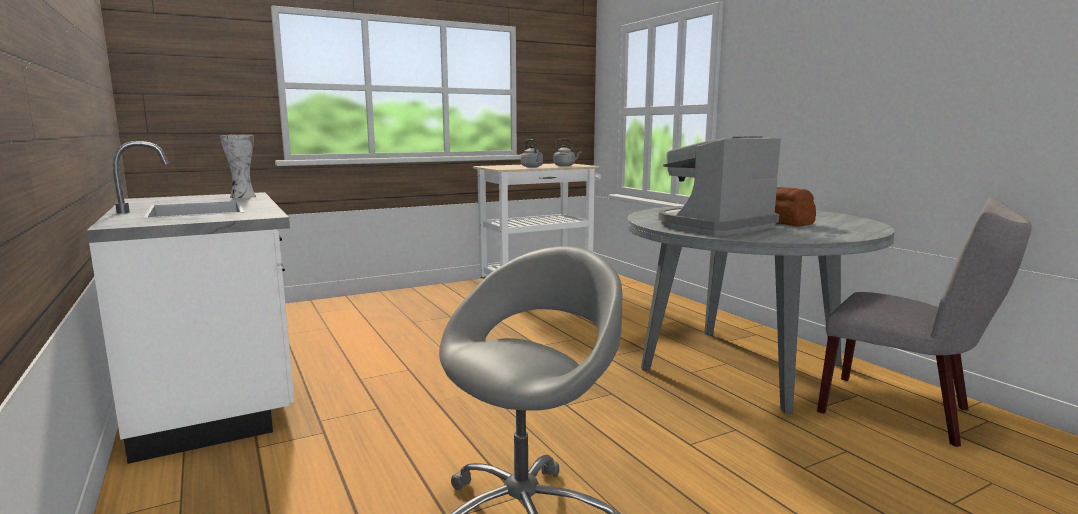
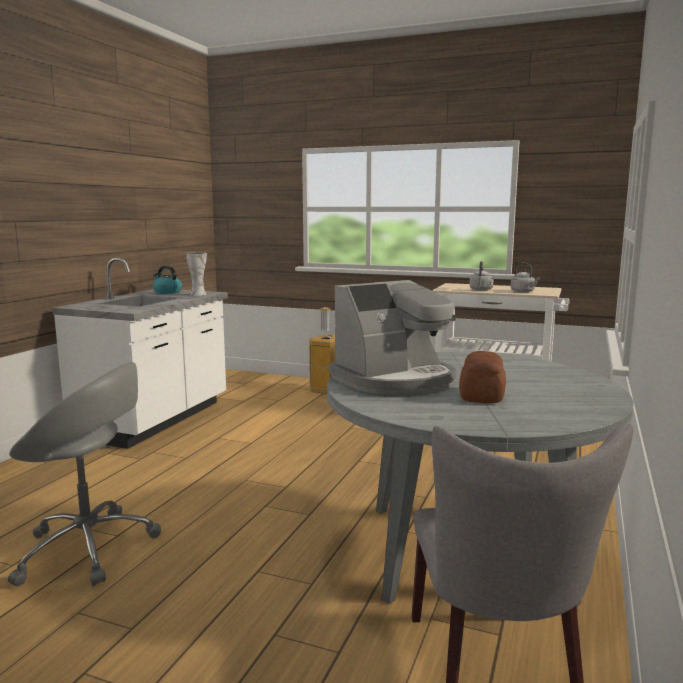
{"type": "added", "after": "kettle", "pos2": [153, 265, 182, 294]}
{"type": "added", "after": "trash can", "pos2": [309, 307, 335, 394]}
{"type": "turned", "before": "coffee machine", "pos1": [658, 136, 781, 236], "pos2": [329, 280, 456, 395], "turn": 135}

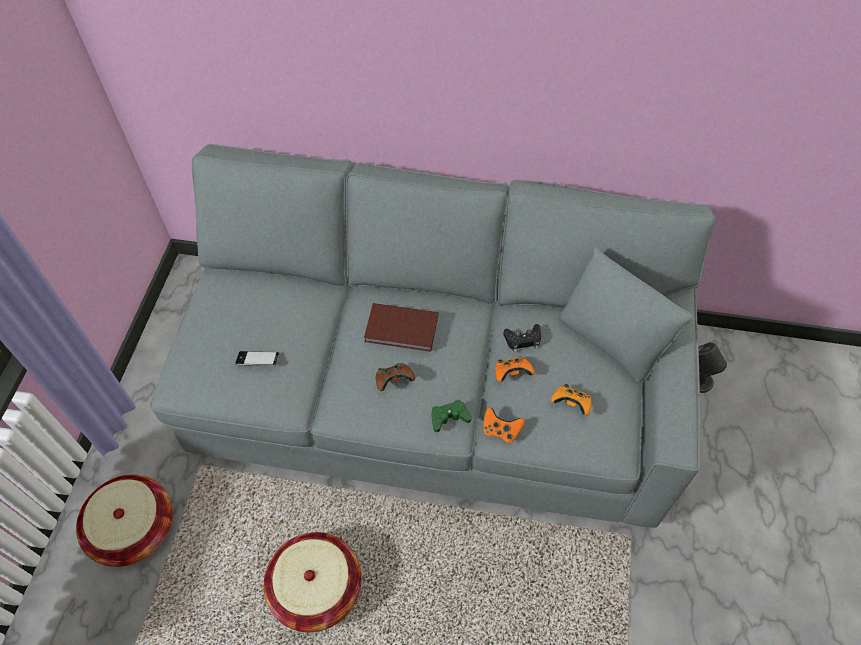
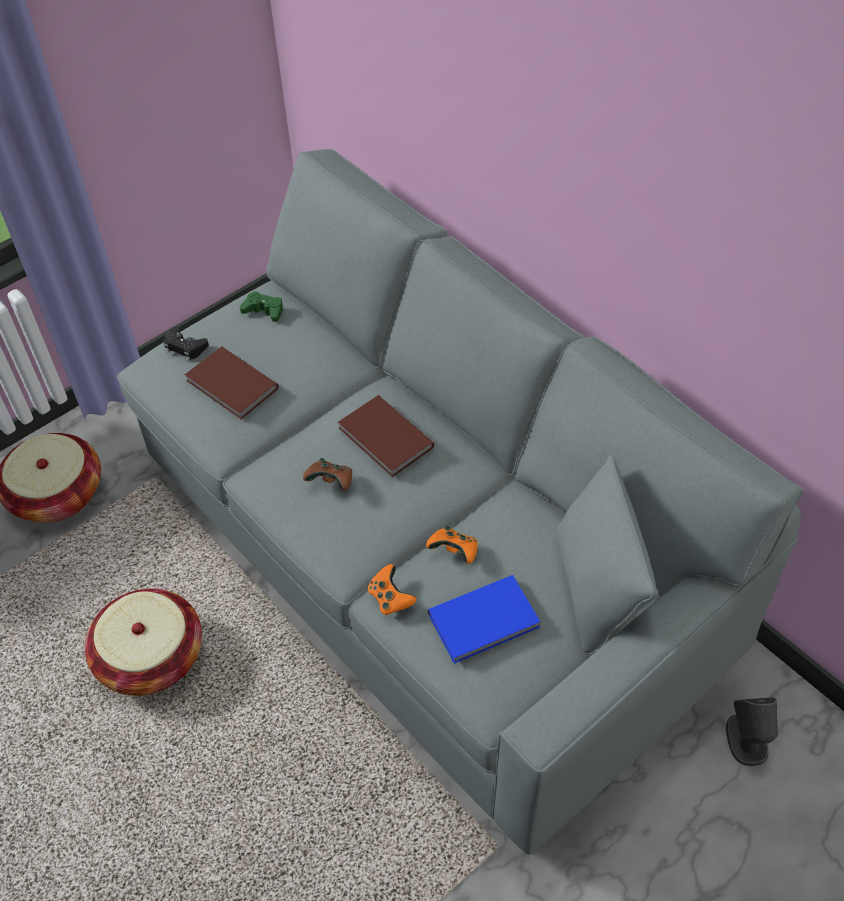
{"type": "moved", "before": "green game controller", "pos1": [432, 400, 472, 432], "pos2": [240, 291, 283, 322]}
{"type": "moved", "before": "black game controller", "pos1": [503, 324, 541, 352], "pos2": [164, 327, 209, 361]}
{"type": "replaced", "before": "phone", "after": "brown book", "pos1": [235, 351, 279, 366], "pos2": [185, 347, 279, 419]}
{"type": "replaced", "before": "orange game controller", "after": "blue book", "pos1": [551, 384, 591, 416], "pos2": [428, 575, 541, 664]}

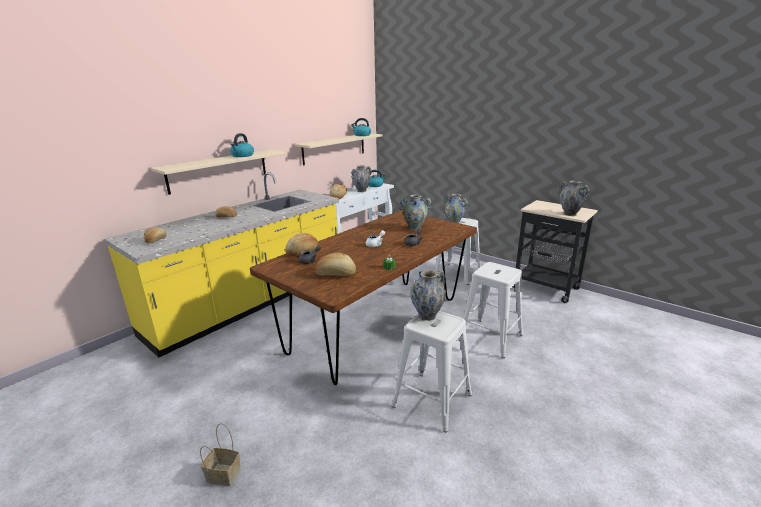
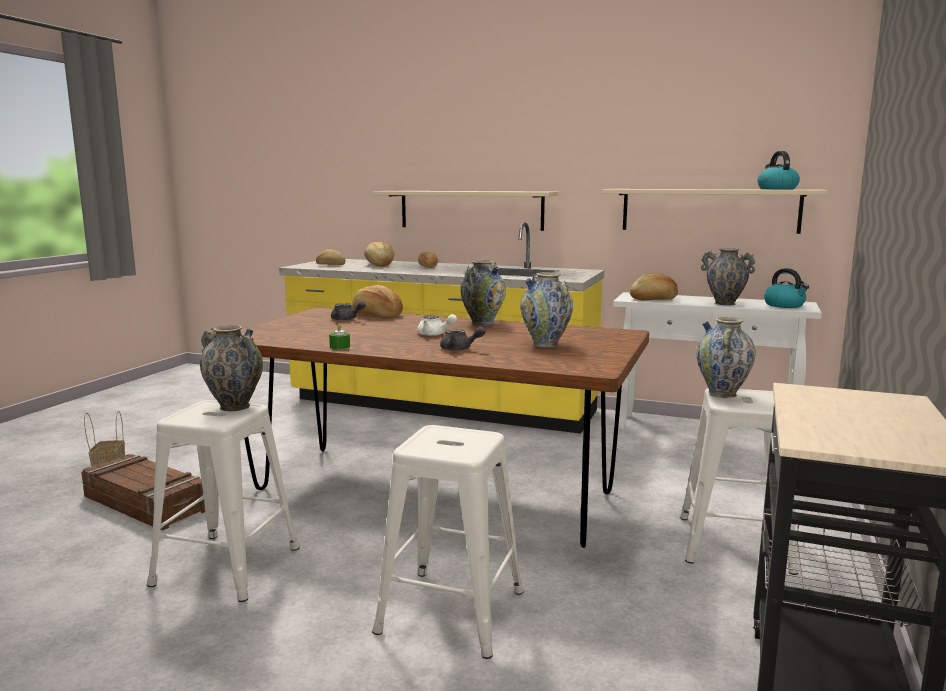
{"type": "removed", "before": "kettle", "pos1": [230, 133, 254, 157]}
{"type": "added", "after": "crate", "pos2": [81, 454, 205, 530]}
{"type": "moved", "before": "bread", "pos1": [315, 252, 356, 276], "pos2": [364, 242, 394, 267]}
{"type": "moved", "before": "vase", "pos1": [558, 181, 590, 216], "pos2": [460, 260, 506, 326]}

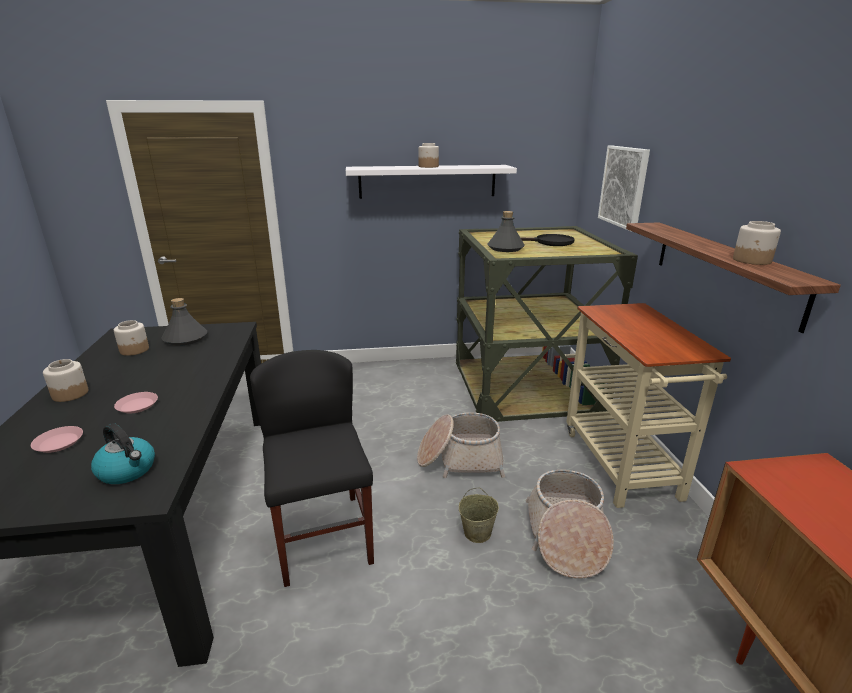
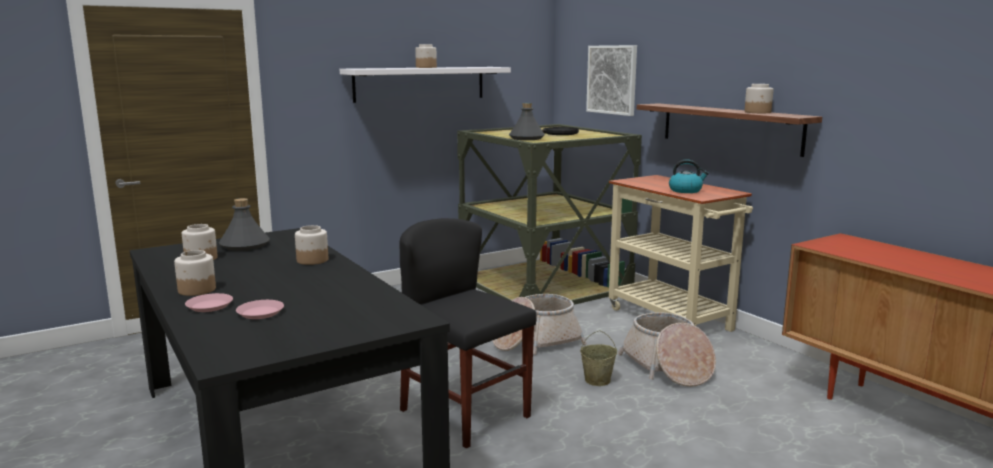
{"type": "added", "after": "jar", "pos2": [295, 225, 328, 265]}
{"type": "moved", "before": "kettle", "pos1": [91, 423, 155, 484], "pos2": [669, 160, 709, 193]}
{"type": "moved", "before": "pink plate", "pos1": [114, 392, 158, 413], "pos2": [185, 293, 233, 312]}

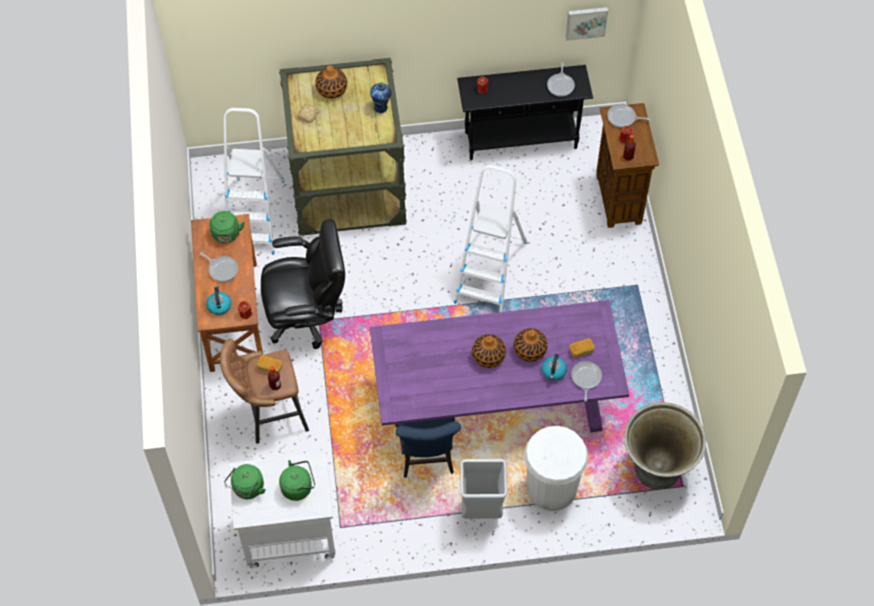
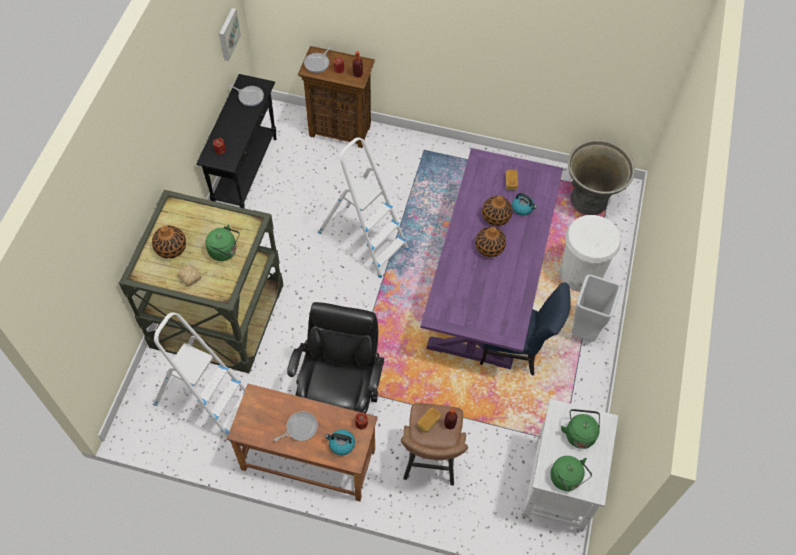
{"type": "removed", "before": "vase", "pos1": [370, 83, 392, 113]}
{"type": "removed", "before": "frying pan", "pos1": [571, 361, 602, 402]}
{"type": "moved", "before": "green kettle", "pos1": [209, 211, 245, 243], "pos2": [205, 224, 240, 261]}

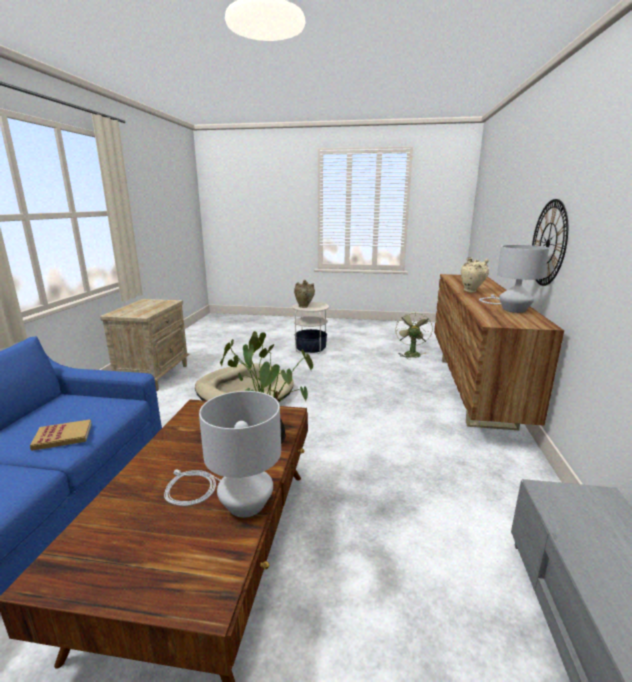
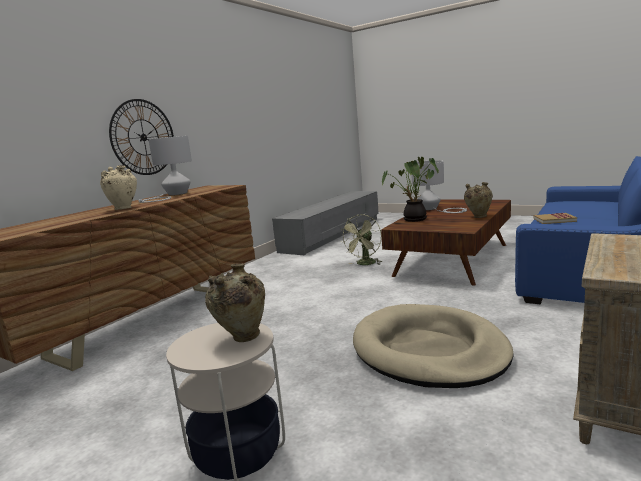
{"type": "added", "after": "beige vase", "pos2": [464, 182, 493, 218]}
{"type": "moved", "before": "green fan", "pos1": [395, 311, 433, 358], "pos2": [340, 214, 382, 265]}

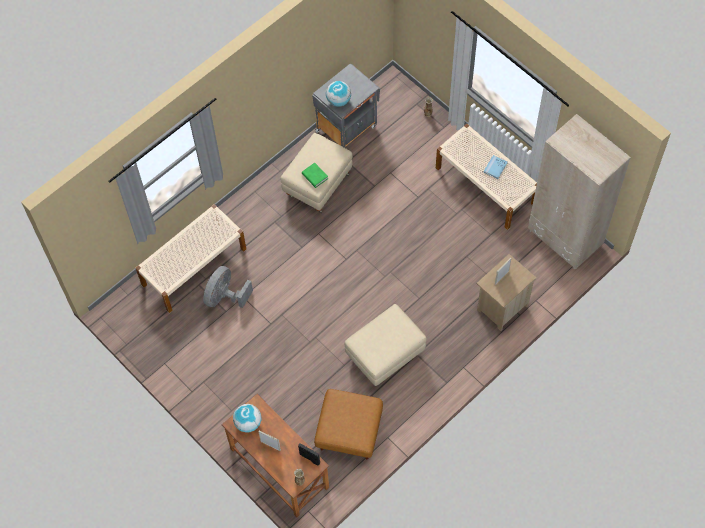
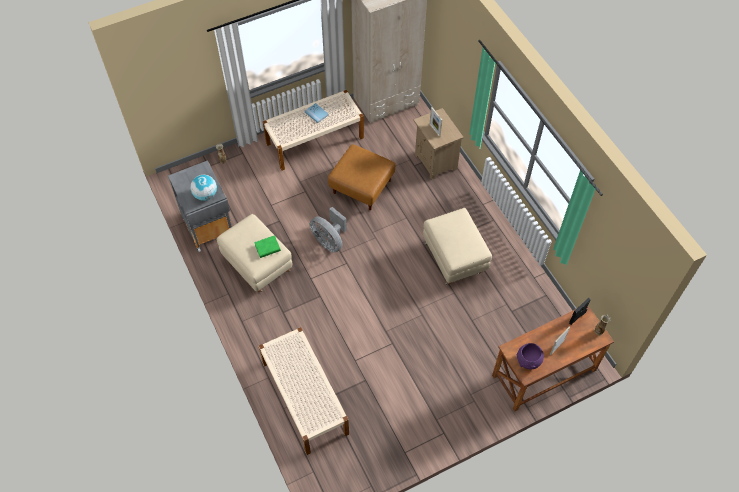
{"type": "moved", "before": "grey fan", "pos1": [203, 266, 253, 308], "pos2": [310, 207, 347, 253]}
{"type": "moved", "before": "brown ottoman", "pos1": [314, 389, 383, 460], "pos2": [328, 145, 395, 210]}
{"type": "replaced", "before": "globe", "after": "purple bowl", "pos1": [233, 404, 261, 433], "pos2": [517, 343, 544, 370]}

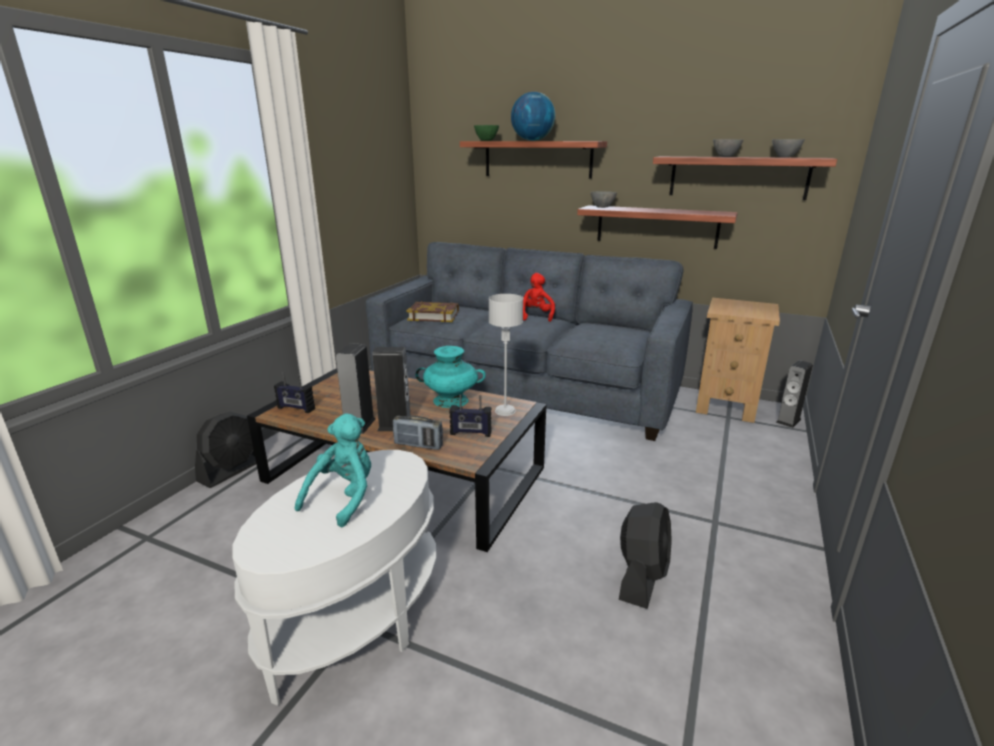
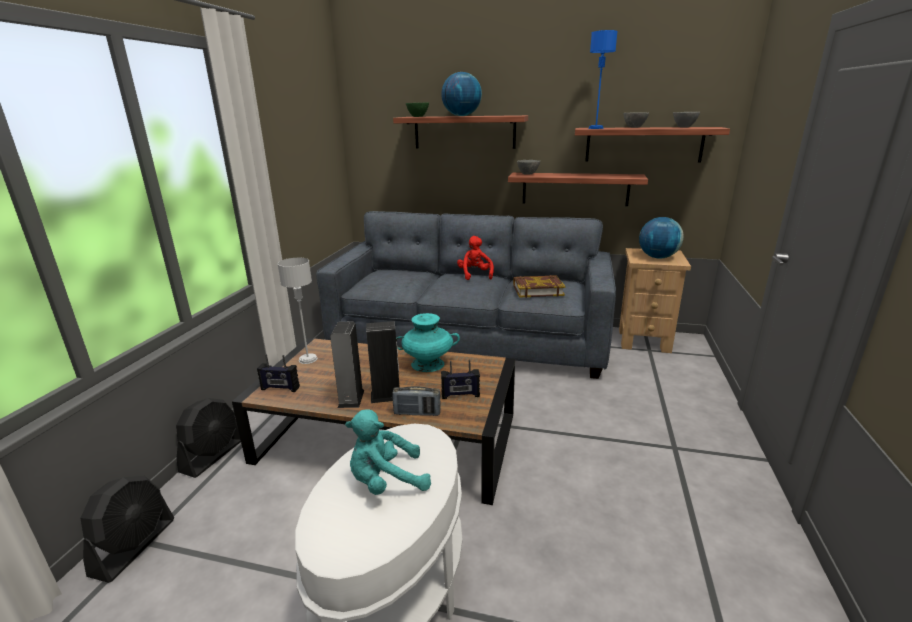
{"type": "removed", "before": "speaker", "pos1": [776, 360, 813, 428]}
{"type": "added", "after": "blue table lamp", "pos2": [588, 30, 618, 129]}
{"type": "added", "after": "globe", "pos2": [639, 217, 684, 259]}
{"type": "moved", "before": "book", "pos1": [406, 301, 459, 322], "pos2": [513, 275, 566, 298]}
{"type": "moved", "before": "grey table lamp", "pos1": [489, 294, 523, 416], "pos2": [277, 258, 318, 364]}
{"type": "moved", "before": "black fan", "pos1": [619, 502, 672, 609], "pos2": [81, 476, 174, 583]}
{"type": "turned", "before": "turquoise plush toy", "pos1": [295, 413, 371, 527], "pos2": [345, 409, 431, 495], "turn": -120}

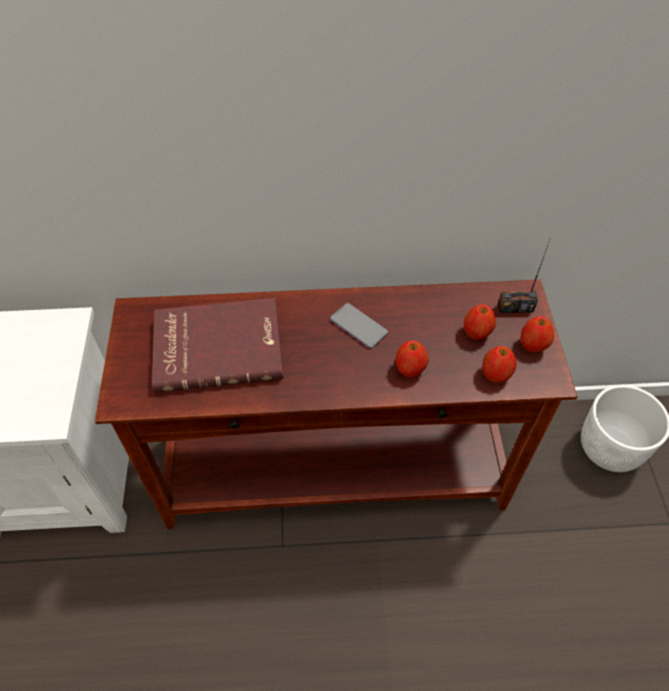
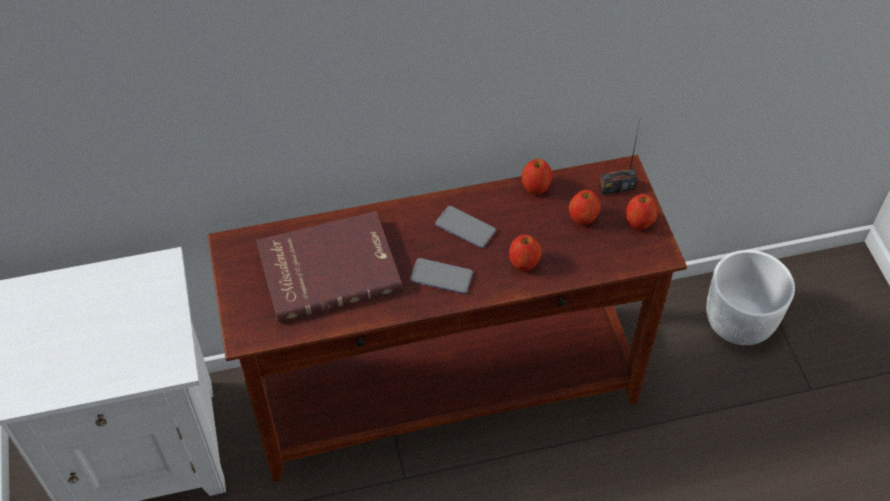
{"type": "added", "after": "phone", "pos2": [410, 258, 473, 294]}
{"type": "moved", "before": "apple", "pos1": [482, 346, 517, 383], "pos2": [522, 159, 552, 194]}

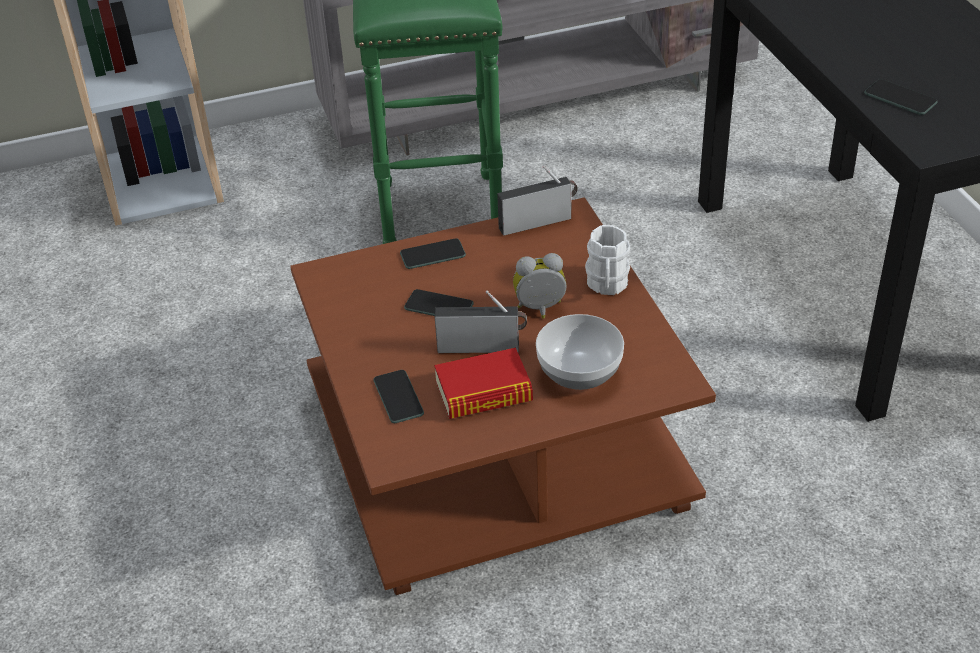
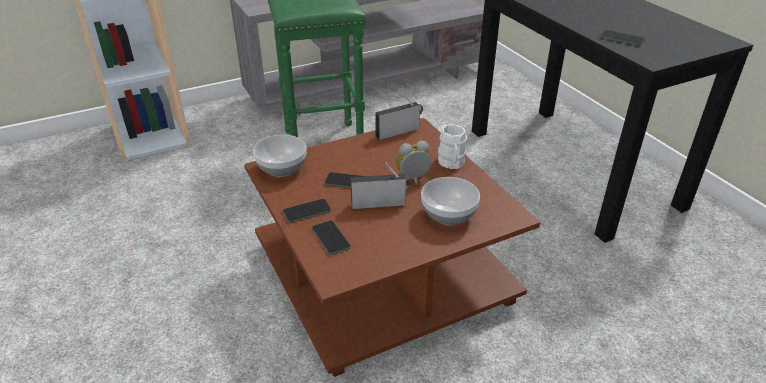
{"type": "removed", "before": "book", "pos1": [434, 348, 533, 419]}
{"type": "added", "after": "bowl", "pos2": [253, 135, 307, 177]}
{"type": "moved", "before": "phone", "pos1": [400, 238, 466, 269], "pos2": [283, 199, 331, 223]}

